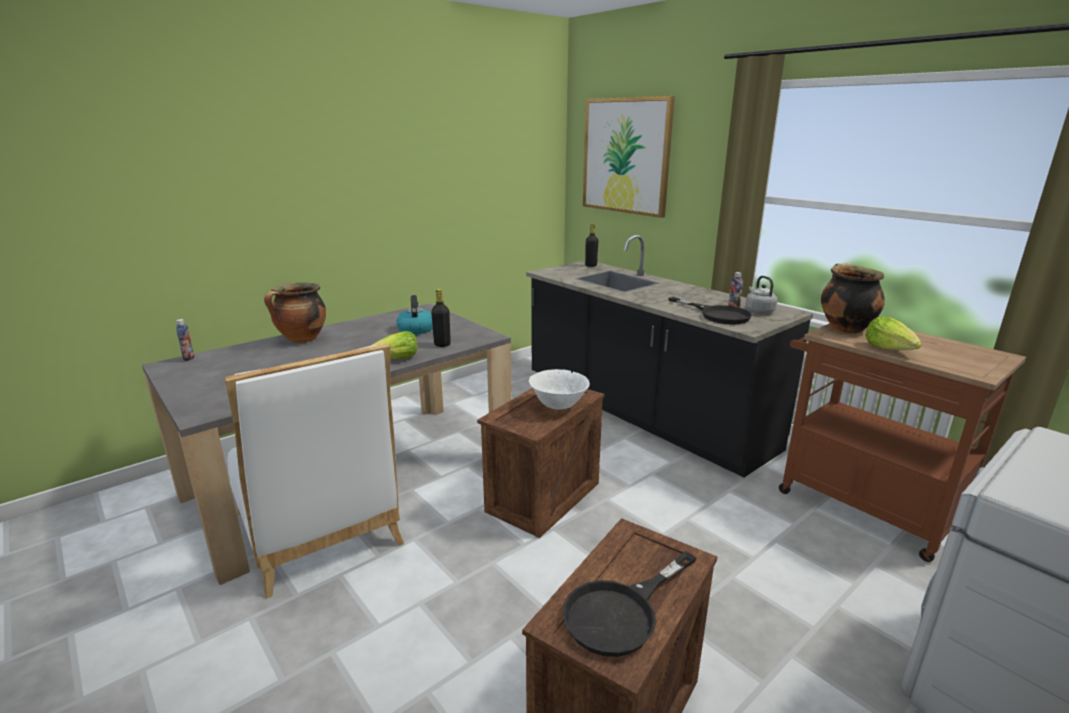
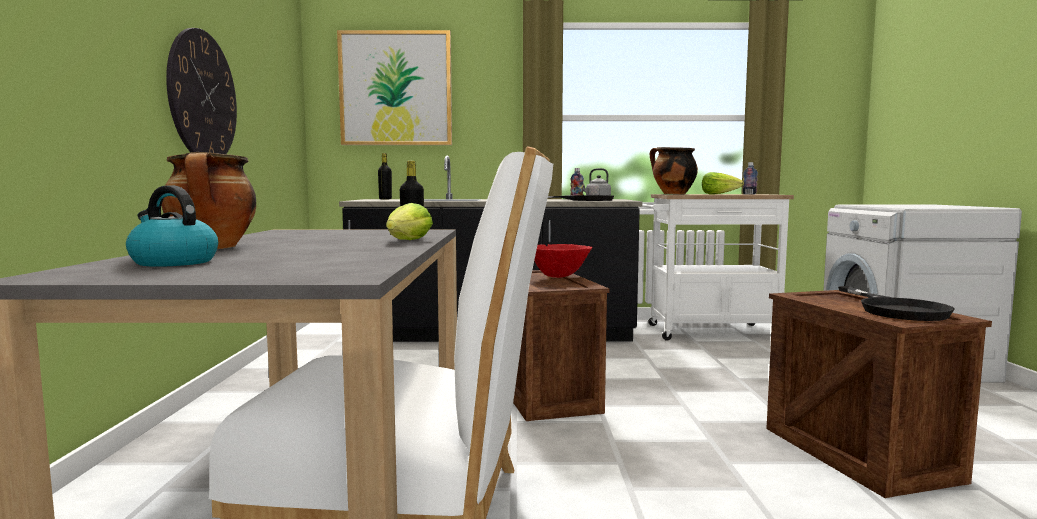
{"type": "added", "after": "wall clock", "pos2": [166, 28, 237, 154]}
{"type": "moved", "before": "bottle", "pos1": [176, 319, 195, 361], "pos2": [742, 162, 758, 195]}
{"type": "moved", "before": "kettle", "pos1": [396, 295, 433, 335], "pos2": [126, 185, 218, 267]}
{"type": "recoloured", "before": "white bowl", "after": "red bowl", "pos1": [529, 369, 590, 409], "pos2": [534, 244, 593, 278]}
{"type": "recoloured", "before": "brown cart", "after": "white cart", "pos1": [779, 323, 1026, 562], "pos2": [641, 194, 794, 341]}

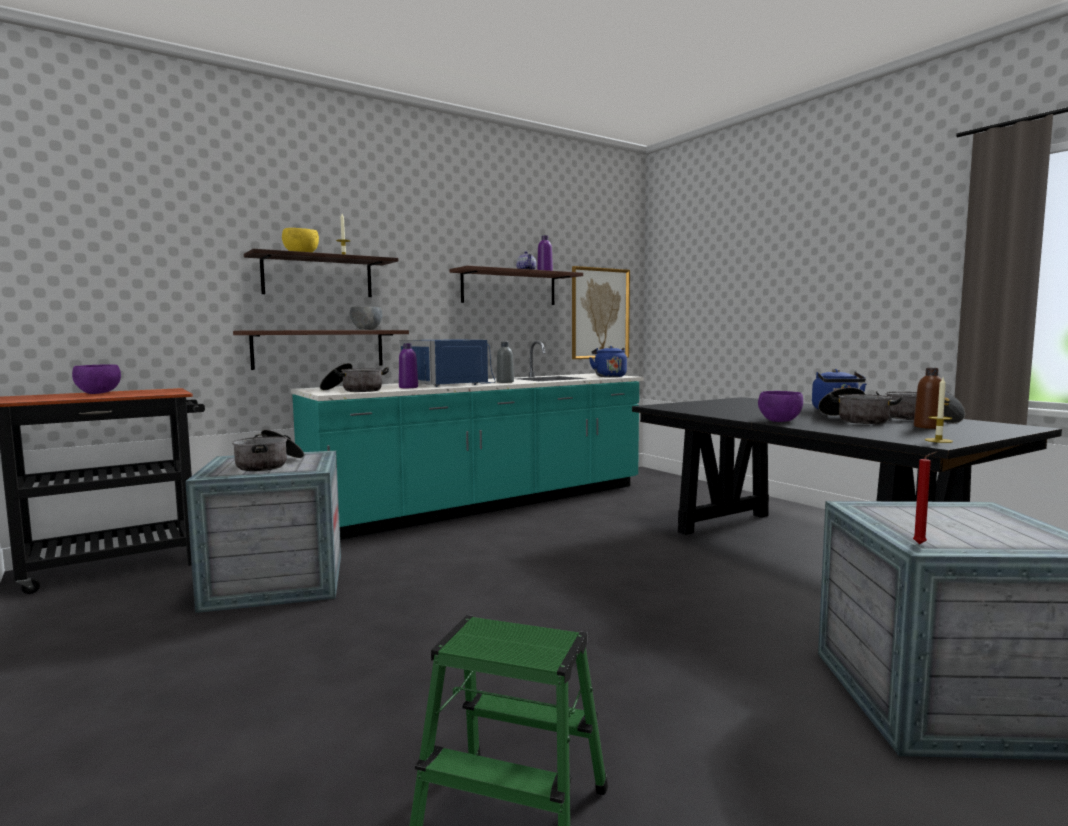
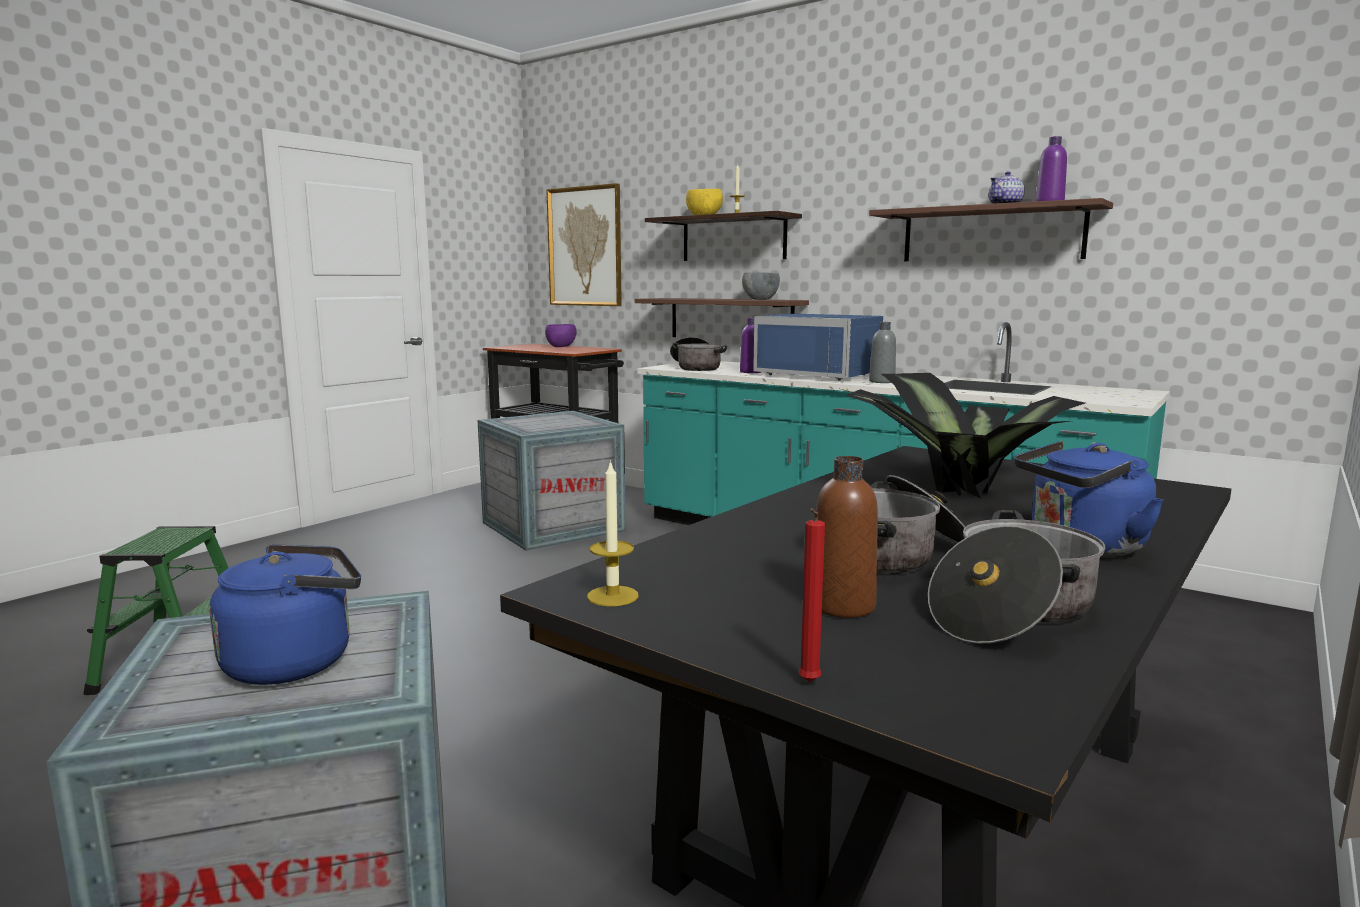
{"type": "removed", "before": "cooking pot", "pos1": [232, 429, 304, 471]}
{"type": "removed", "before": "purple bowl", "pos1": [758, 391, 803, 422]}
{"type": "added", "after": "potted plant", "pos2": [838, 373, 1085, 498]}
{"type": "moved", "before": "picture", "pos1": [572, 266, 630, 359], "pos2": [546, 183, 622, 306]}
{"type": "moved", "before": "blue kettle", "pos1": [589, 346, 627, 377], "pos2": [209, 544, 361, 685]}
{"type": "moved", "before": "red candle", "pos1": [913, 451, 937, 544], "pos2": [798, 509, 825, 682]}
{"type": "turned", "before": "blue microwave", "pos1": [400, 340, 496, 387], "pos2": [753, 314, 883, 381], "turn": -90}

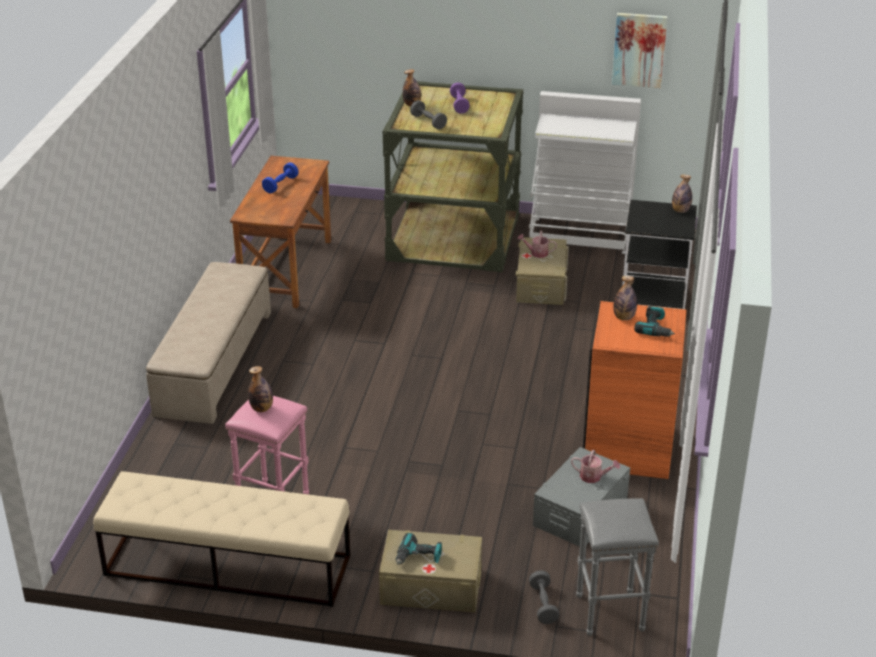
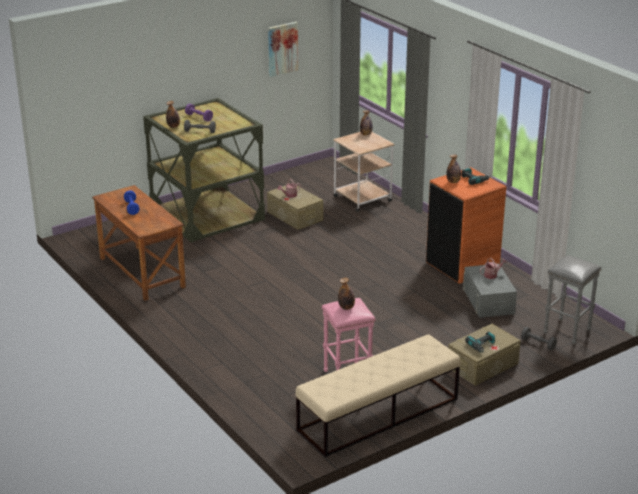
{"type": "removed", "before": "beige bench", "pos1": [146, 262, 271, 424]}
{"type": "removed", "before": "white shoe rack", "pos1": [529, 91, 641, 254]}
{"type": "recoloured", "before": "black cart", "after": "beige cart", "pos1": [622, 200, 697, 309], "pos2": [333, 132, 395, 212]}

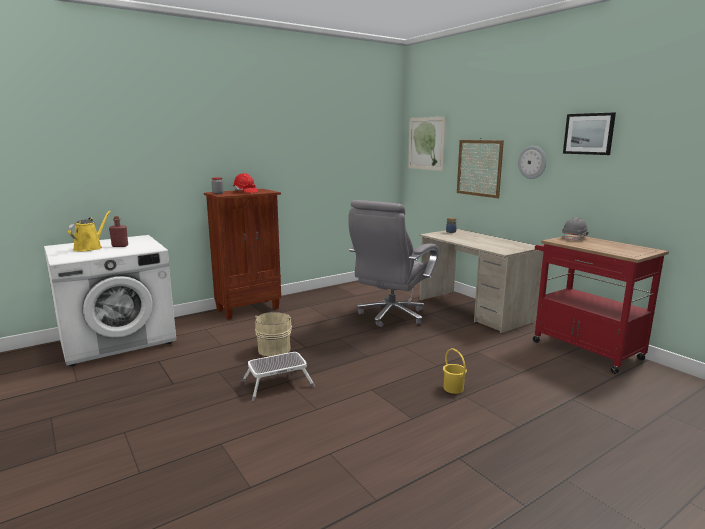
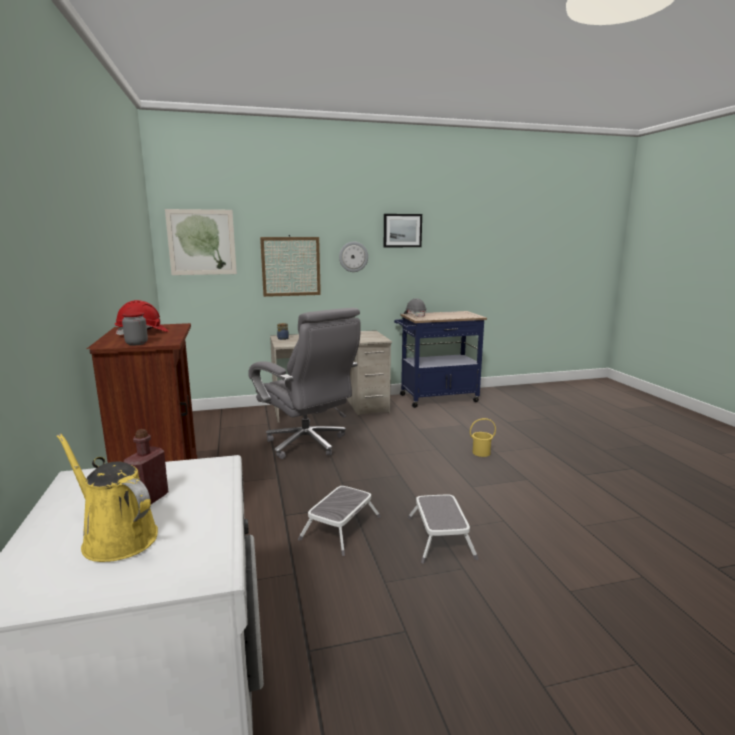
{"type": "replaced", "before": "beige bucket", "after": "grey step ladder", "pos1": [255, 312, 294, 356], "pos2": [298, 486, 381, 556]}
{"type": "recoloured", "before": "red cart", "after": "blue cart", "pos1": [533, 235, 669, 374], "pos2": [394, 311, 487, 408]}

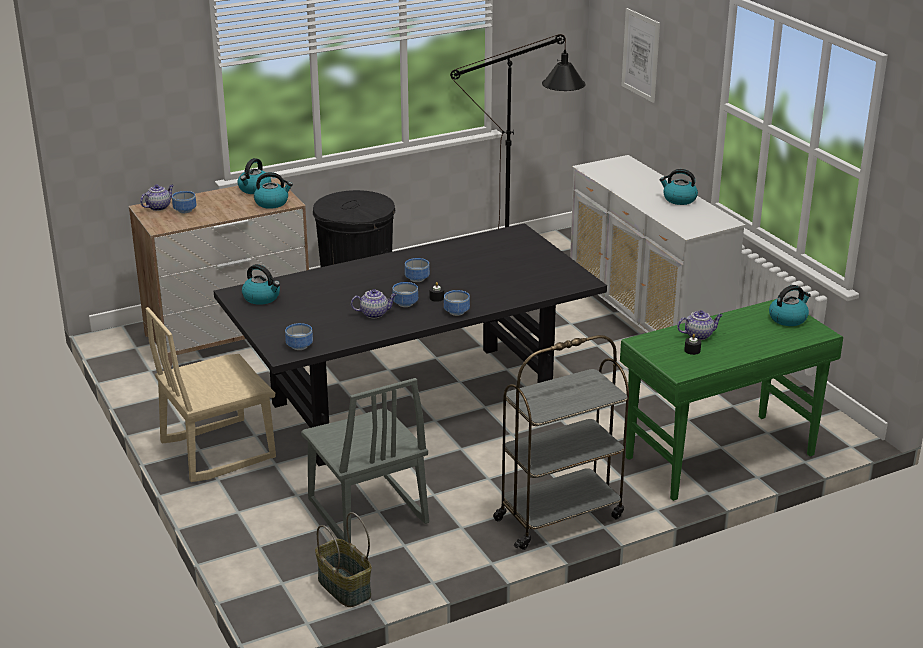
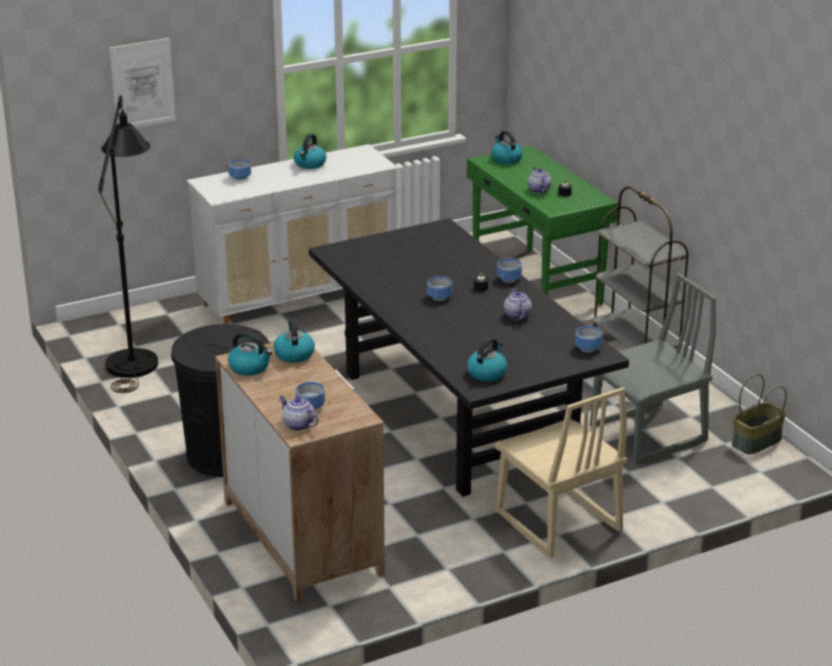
{"type": "moved", "before": "bowl", "pos1": [392, 282, 418, 307], "pos2": [228, 159, 251, 180]}

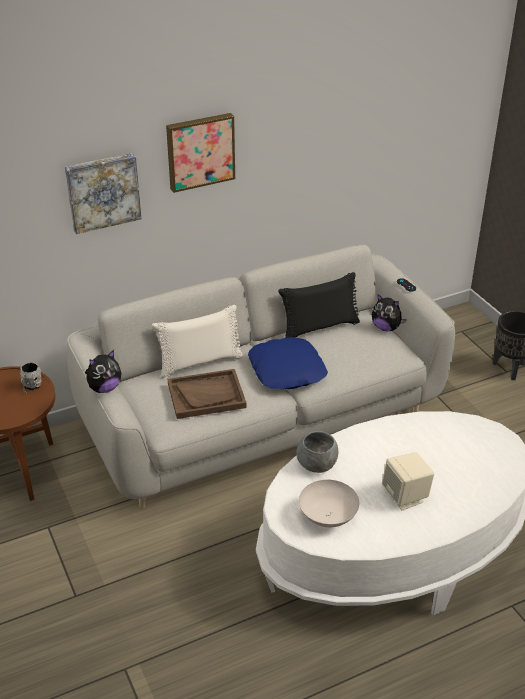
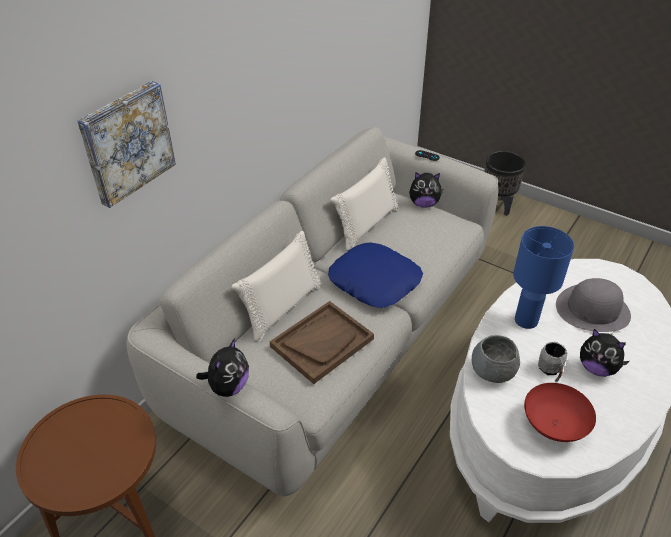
{"type": "removed", "before": "picture", "pos1": [166, 113, 235, 193]}
{"type": "added", "after": "blue table lamp", "pos2": [513, 226, 574, 329]}
{"type": "added", "after": "grey hat", "pos2": [556, 278, 631, 332]}
{"type": "moved", "before": "grey mug", "pos1": [20, 362, 42, 394], "pos2": [538, 342, 567, 382]}
{"type": "replaced", "before": "beige speaker", "after": "plush toy", "pos1": [382, 452, 434, 510], "pos2": [580, 329, 629, 377]}
{"type": "recoloured", "before": "black pillow", "after": "white pillow", "pos1": [278, 272, 360, 338], "pos2": [330, 157, 398, 251]}
{"type": "recoloured", "before": "white bowl", "after": "red bowl", "pos1": [299, 480, 359, 527], "pos2": [524, 383, 596, 442]}

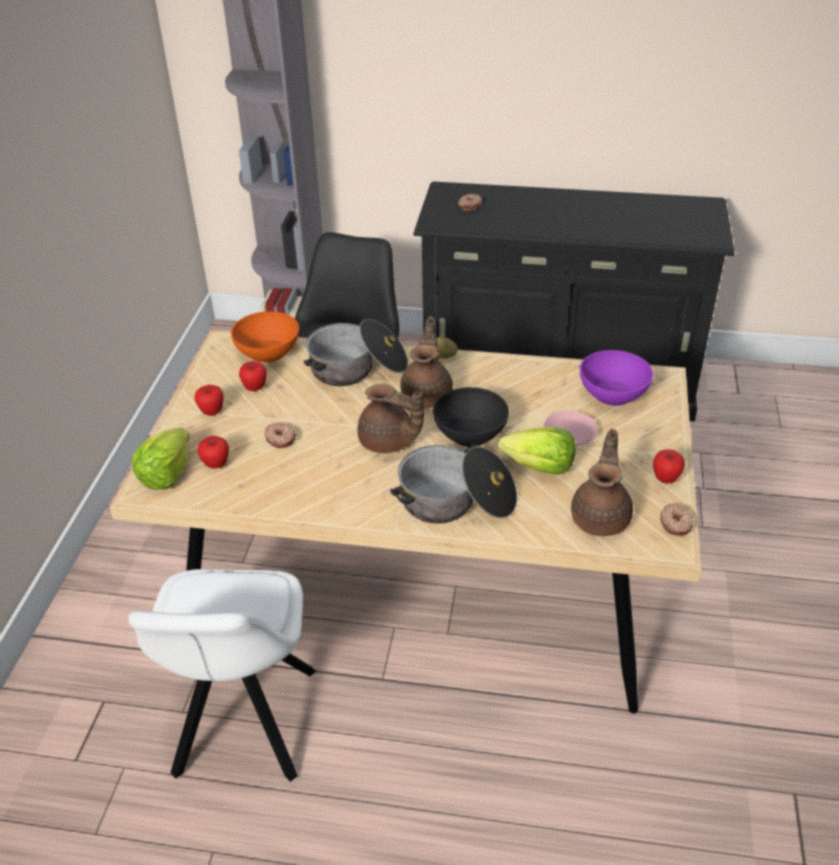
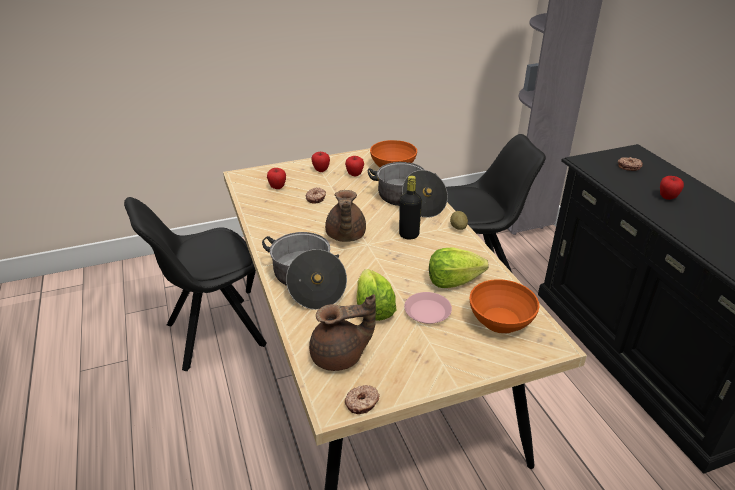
{"type": "removed", "before": "black bowl", "pos1": [433, 387, 509, 447]}
{"type": "moved", "before": "lettuce", "pos1": [132, 428, 190, 490], "pos2": [429, 248, 489, 288]}
{"type": "moved", "before": "apple", "pos1": [653, 449, 685, 483], "pos2": [660, 176, 684, 200]}
{"type": "replaced", "before": "brown teapot", "after": "black bottle", "pos1": [400, 316, 453, 408], "pos2": [399, 176, 422, 239]}
{"type": "recoloured", "before": "white chair", "after": "black chair", "pos1": [128, 569, 316, 782], "pos2": [124, 197, 267, 371]}
{"type": "recoloured", "before": "purple bowl", "after": "orange bowl", "pos1": [580, 350, 653, 406], "pos2": [470, 279, 539, 334]}

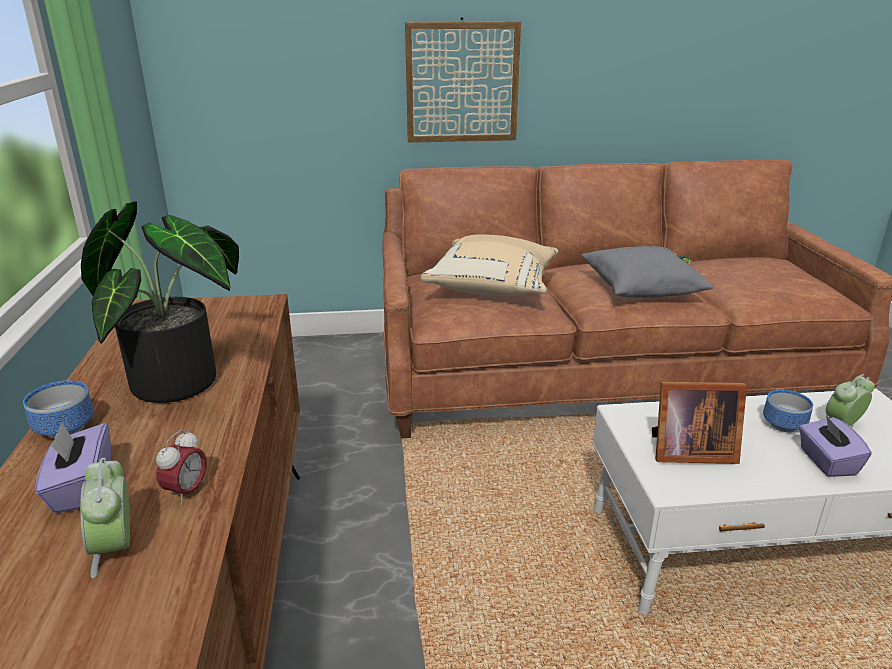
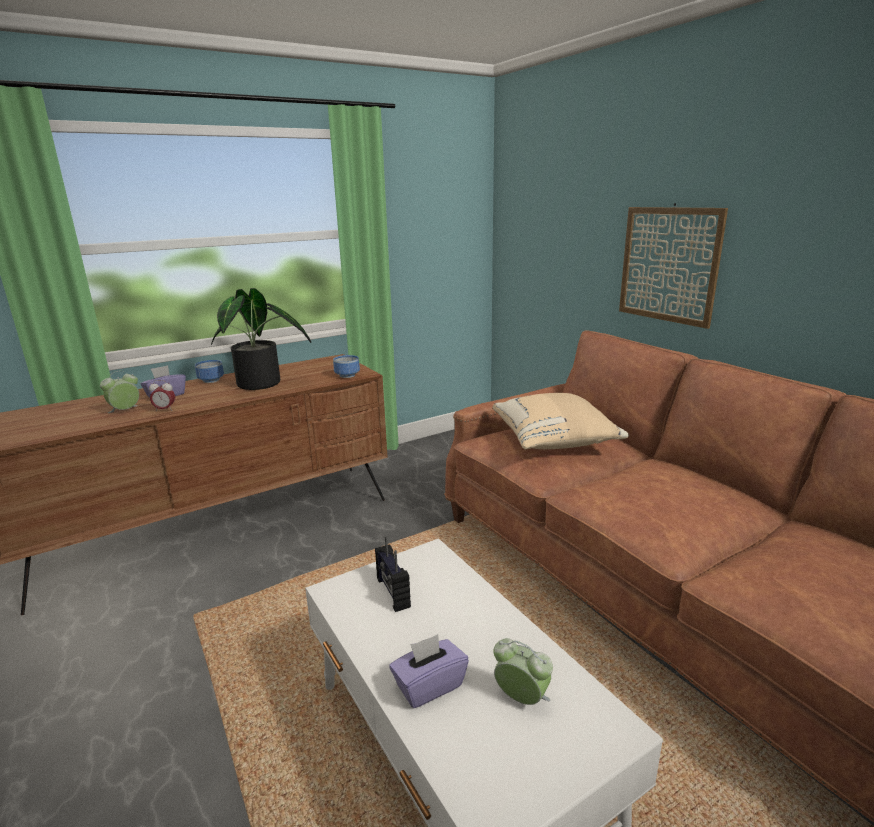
{"type": "removed", "before": "grey pillow", "pos1": [581, 246, 714, 298]}
{"type": "moved", "before": "bowl", "pos1": [763, 390, 813, 432], "pos2": [333, 355, 360, 378]}
{"type": "replaced", "before": "picture frame", "after": "radio", "pos1": [652, 382, 747, 464], "pos2": [375, 536, 411, 612]}

